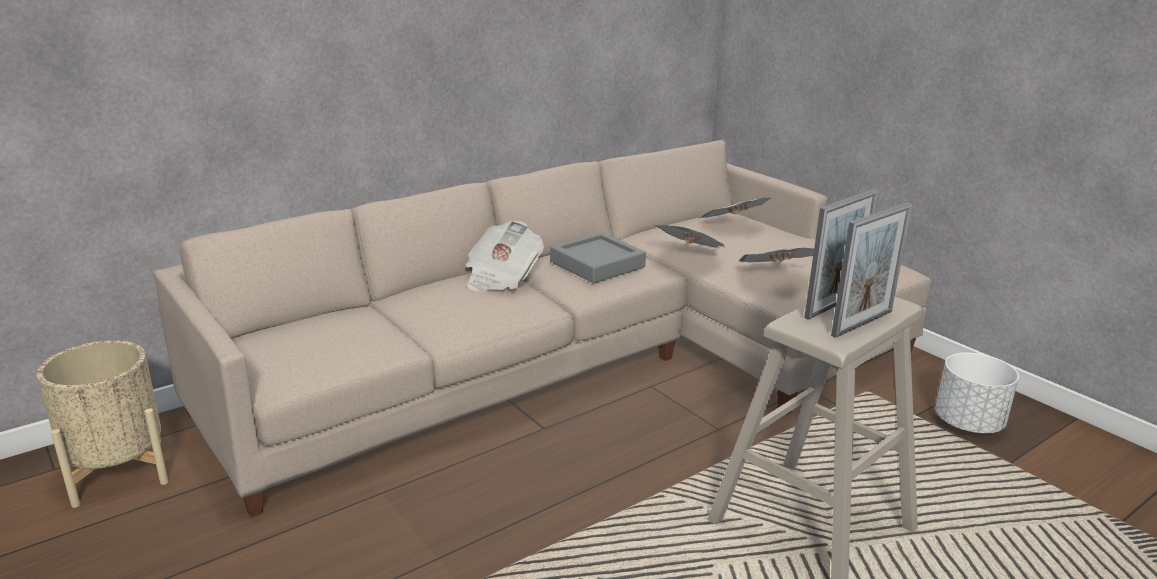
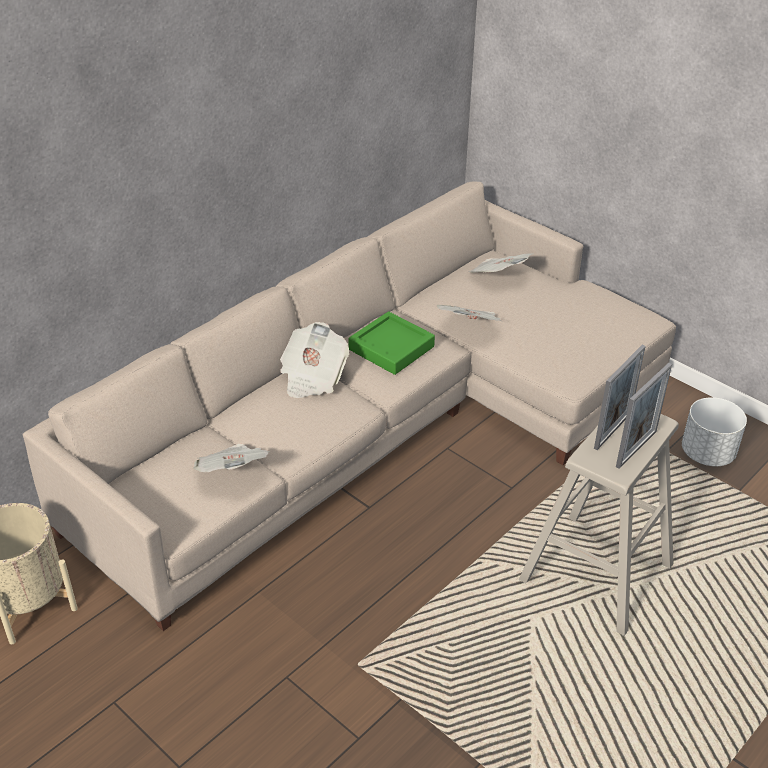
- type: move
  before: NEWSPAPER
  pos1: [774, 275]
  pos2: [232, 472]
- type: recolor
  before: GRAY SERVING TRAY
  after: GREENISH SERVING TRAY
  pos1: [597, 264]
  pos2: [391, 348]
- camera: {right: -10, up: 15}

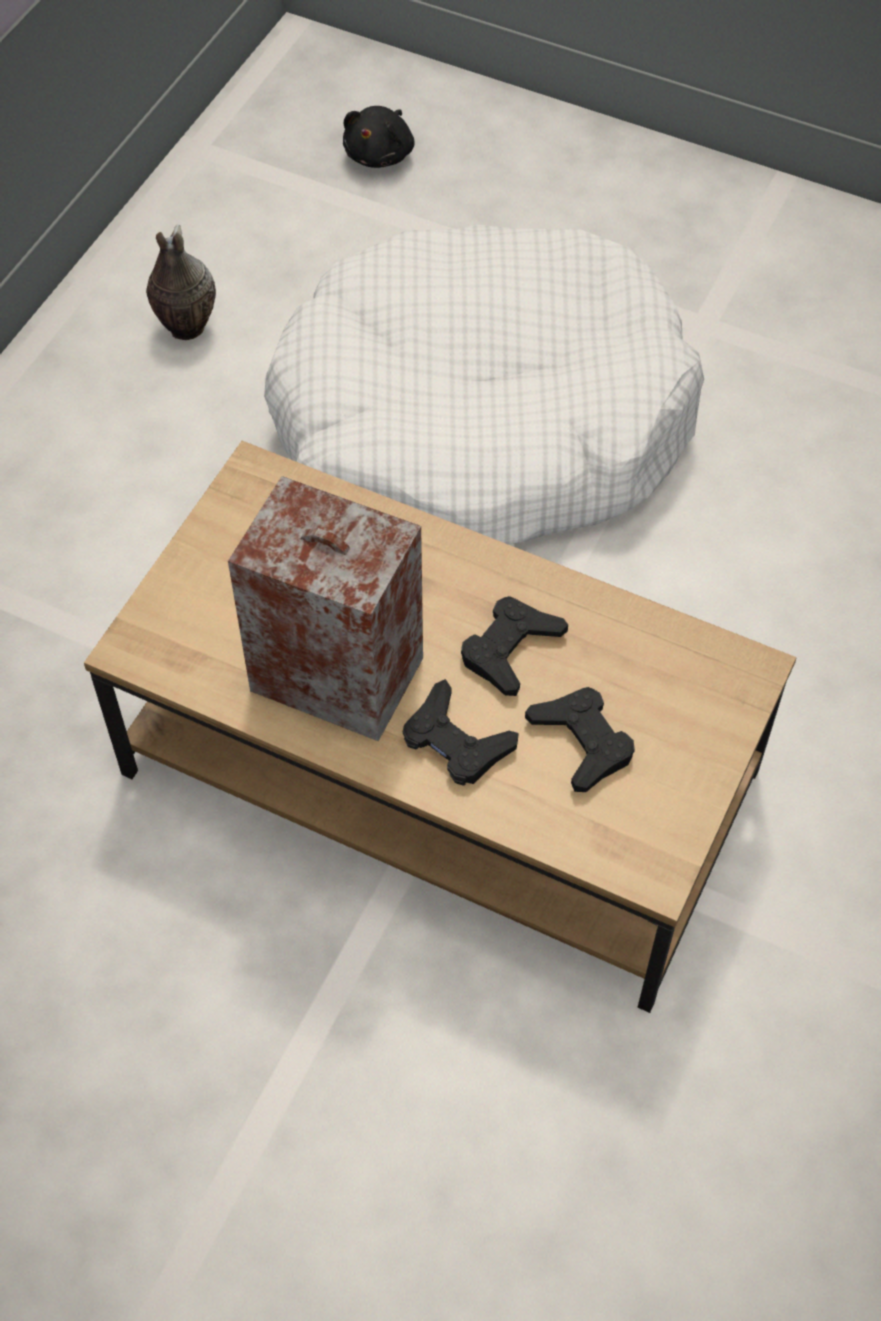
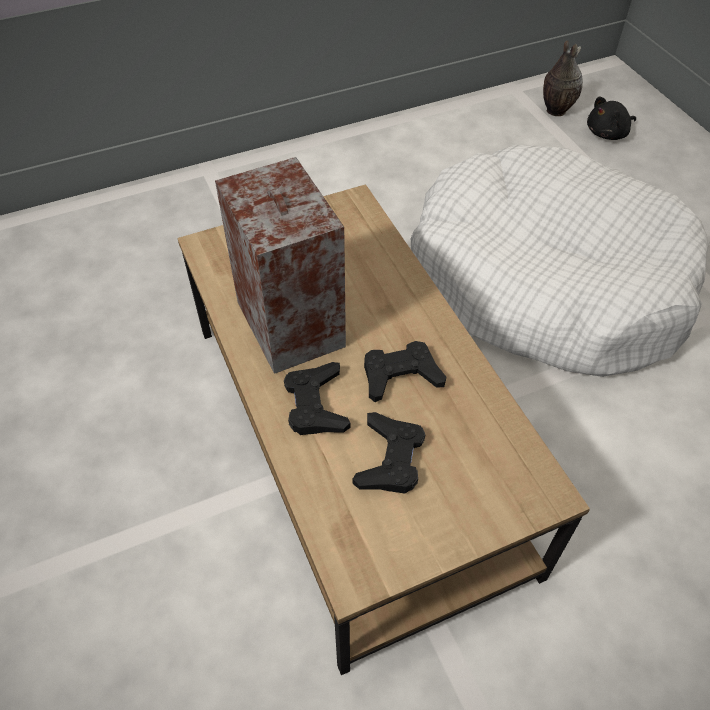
- type: move
  before: VASE
  pos1: [185, 329]
  pos2: [554, 111]
- camera: {right: 40, up: -5}

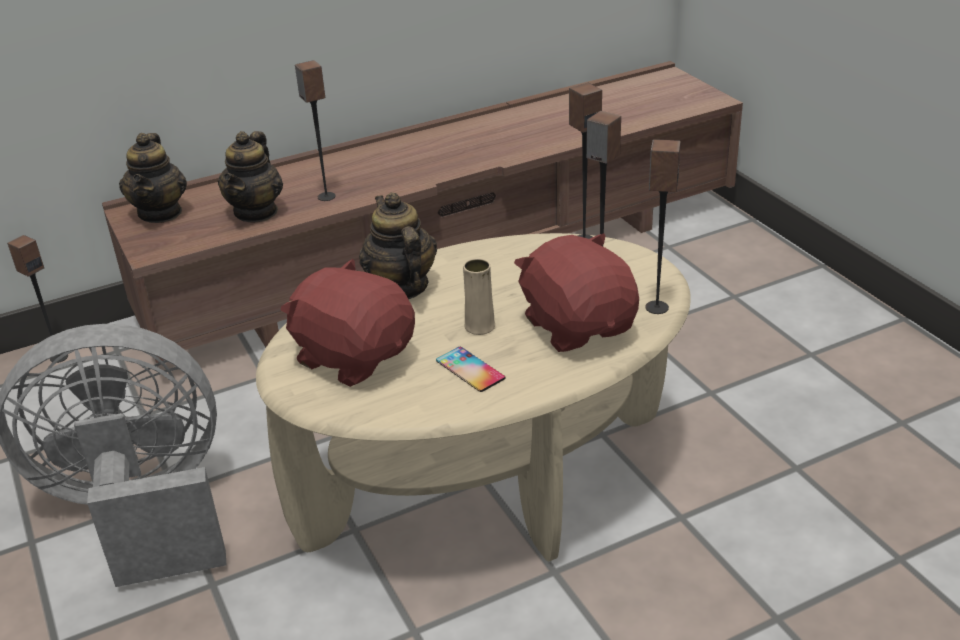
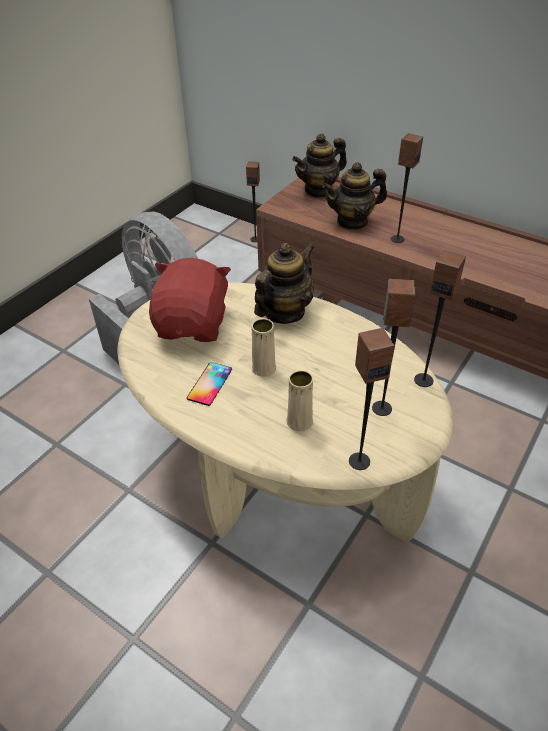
- type: replace
  before: REDDISH CUDDLY TOY
  after: BEIGE-COLOURED VASE
  pos1: [578, 326]
  pos2: [299, 421]
- camera: {right: 60, up: 10}

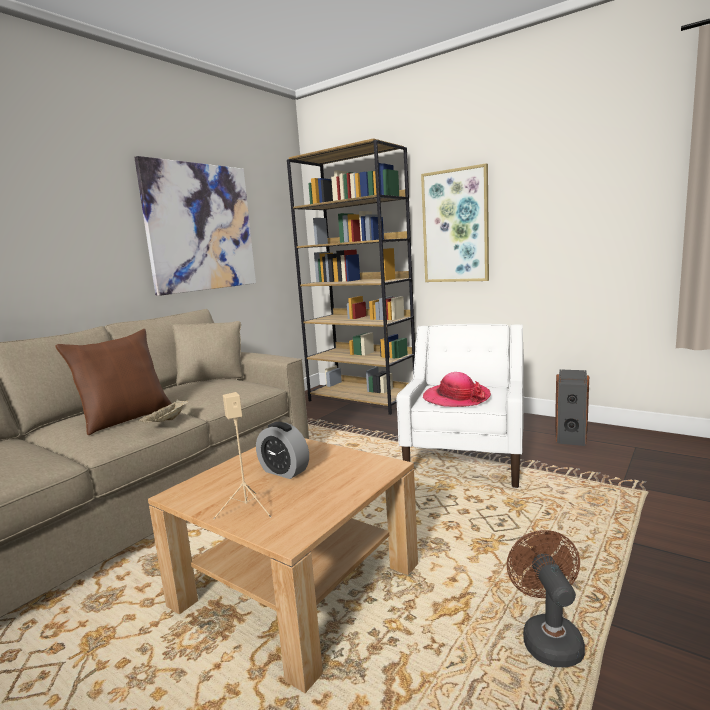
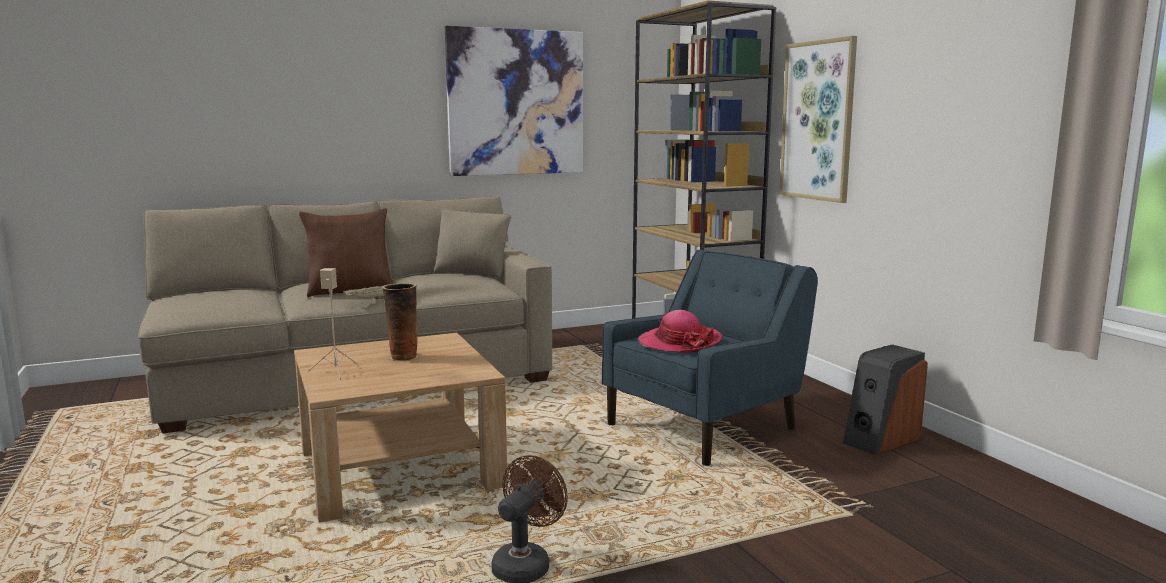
- type: replace
  before: BEDSIDE CLOCK
  after: VASE
  pos1: [284, 471]
  pos2: [402, 357]
- type: recolor
  before: WHITE-COLOURED LOUNGE CHAIR
  after: BLUE LOUNGE CHAIR
  pos1: [466, 457]
  pos2: [705, 426]
- camera: {right: 30, up: 0}

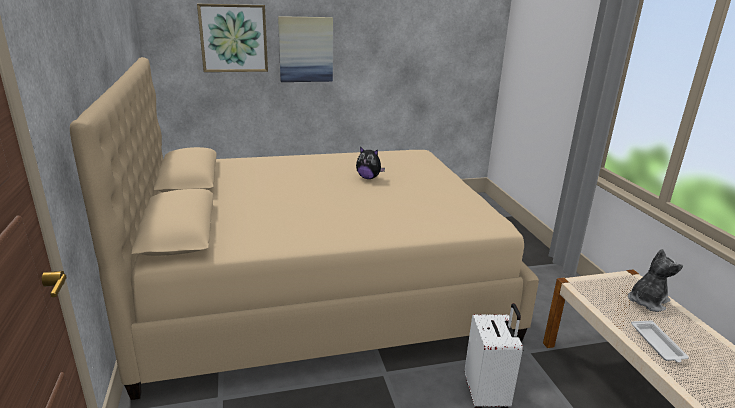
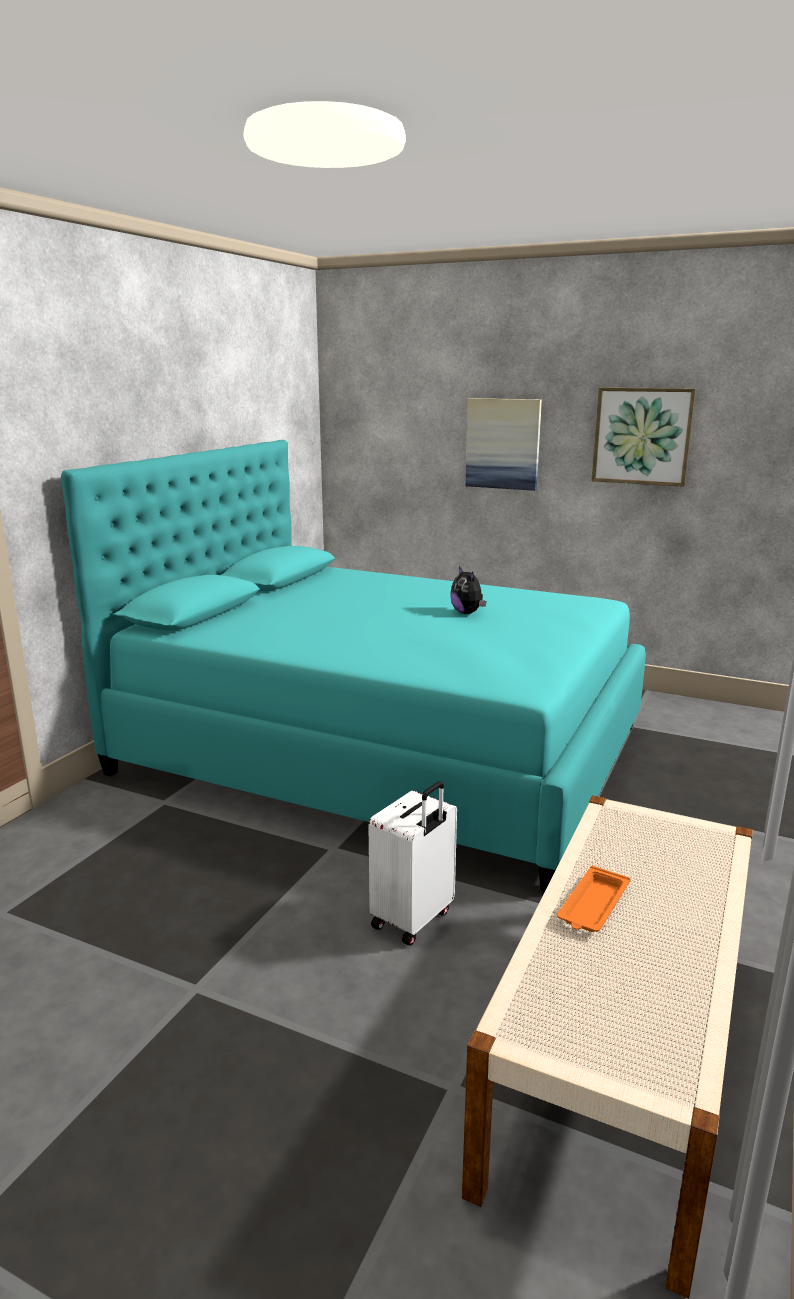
- type: recolor
  before: BEIGE-COLOURED BED
  after: TURQUOISE-COLOURED BED
  pos1: [319, 287]
  pos2: [383, 748]
- type: recolor
  before: WHITE-COLOURED SERVING TRAY
  after: ORANGE-COLOURED SERVING TRAY
  pos1: [658, 344]
  pos2: [593, 906]
- type: move
  before: WALL ART
  pos1: [233, 38]
  pos2: [642, 436]
- type: delete
  before: CUDDLY TOY
  pos1: [647, 301]
- camera: {right: 40, up: -5}

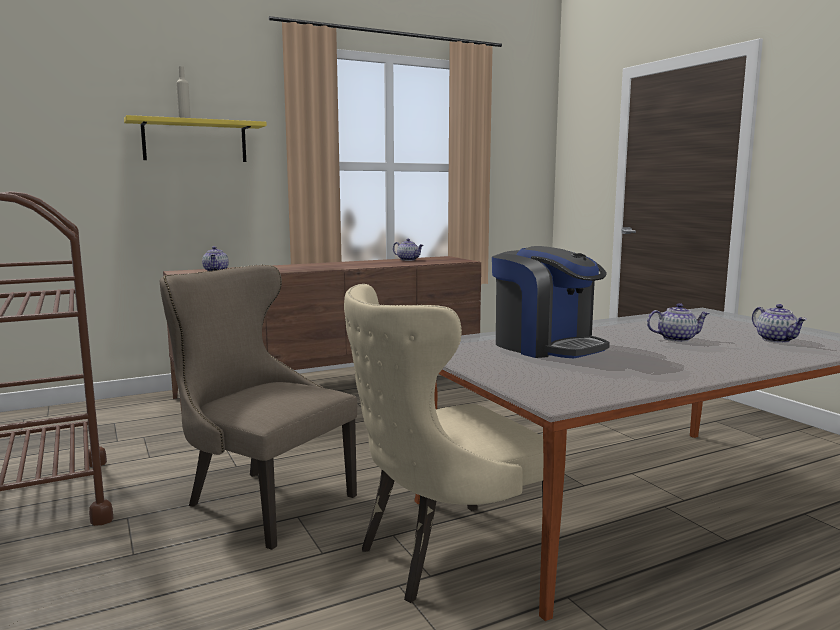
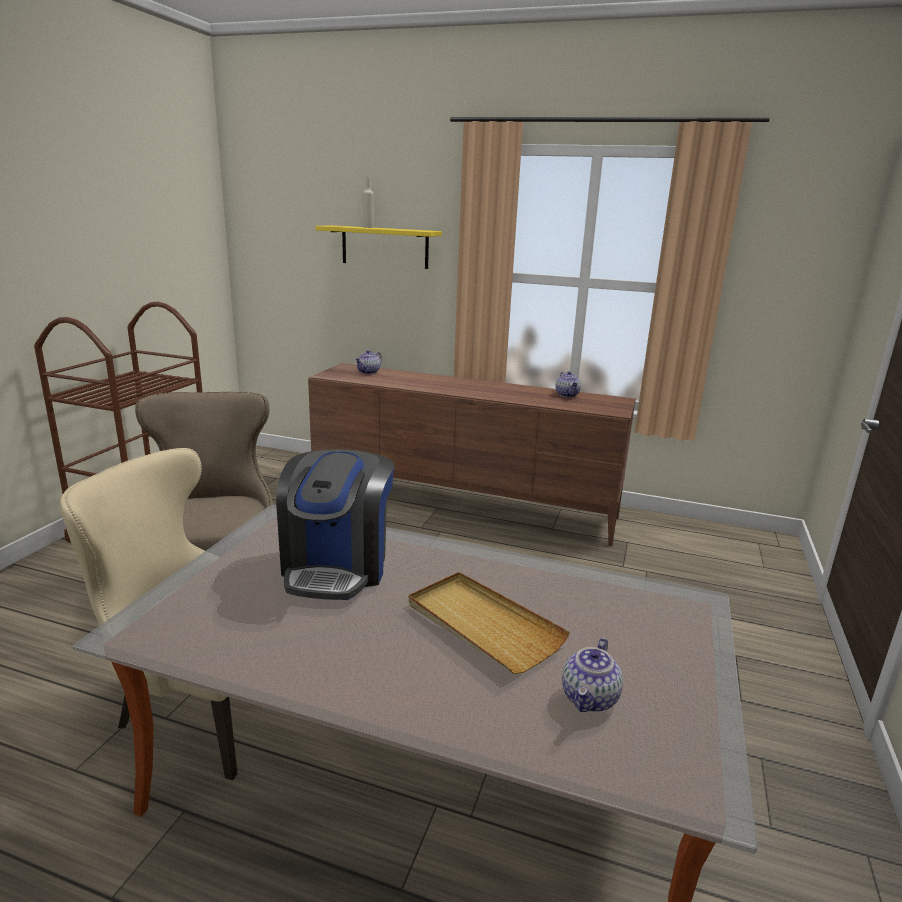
- type: replace
  before: TEAPOT
  after: BEIGE-COLOURED SERVING TRAY
  pos1: [676, 339]
  pos2: [482, 625]
- camera: {right: 45, up: 10}

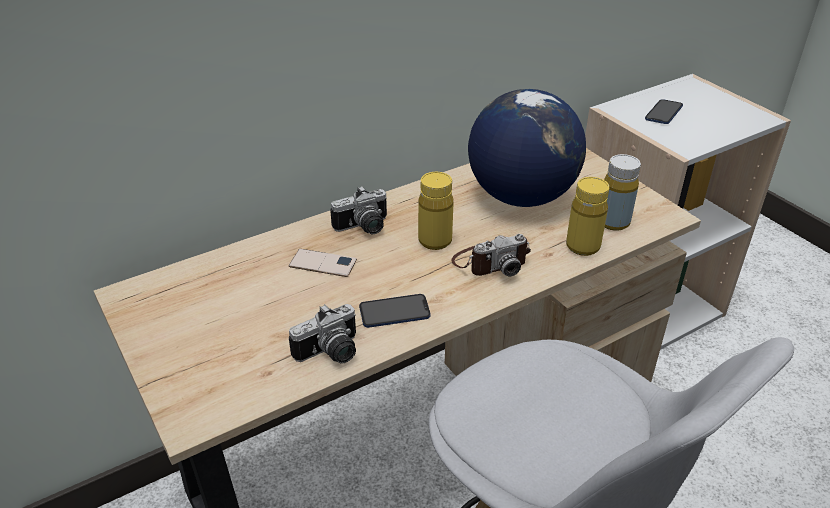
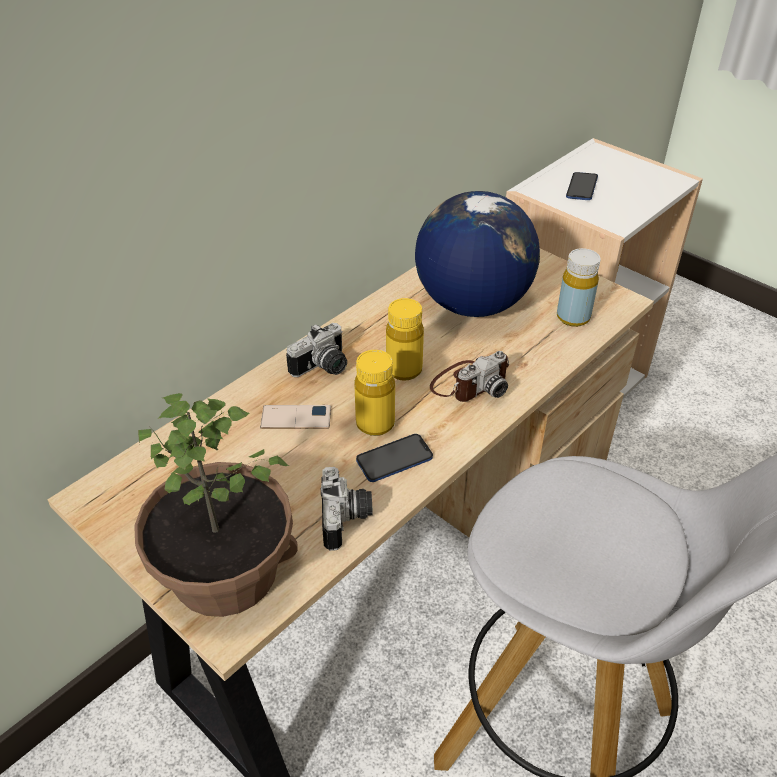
- type: insert
  after: POTTED PLANT
  pos2: [224, 573]
- type: rotate
  before: STILL CAMERA
  pos1: [331, 353]
  pos2: [347, 519]
  turn: -45
- type: move
  before: YELLOW DRINK BOTTLE
  pos1: [582, 246]
  pos2: [375, 423]
- camera: {right: -15, up: 5}

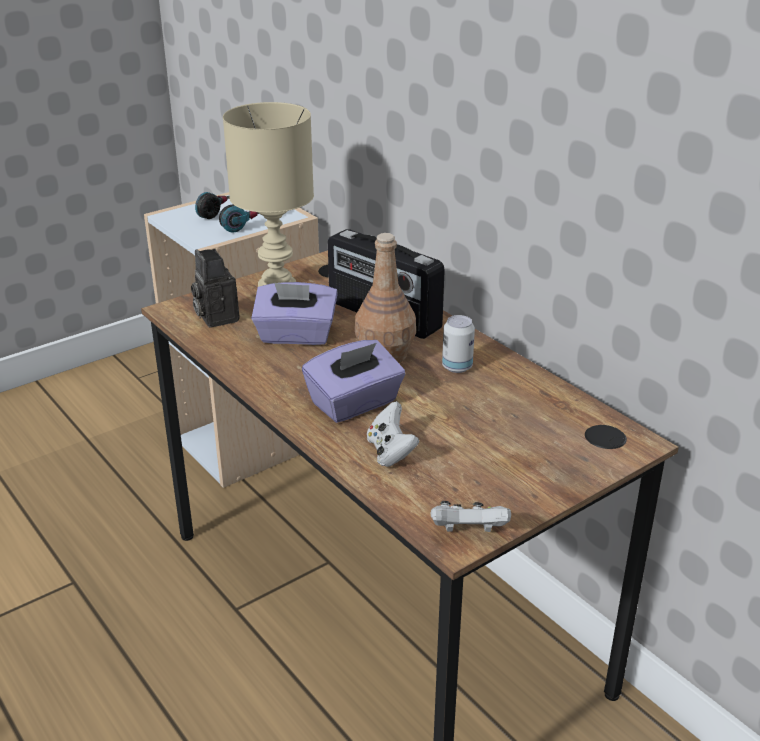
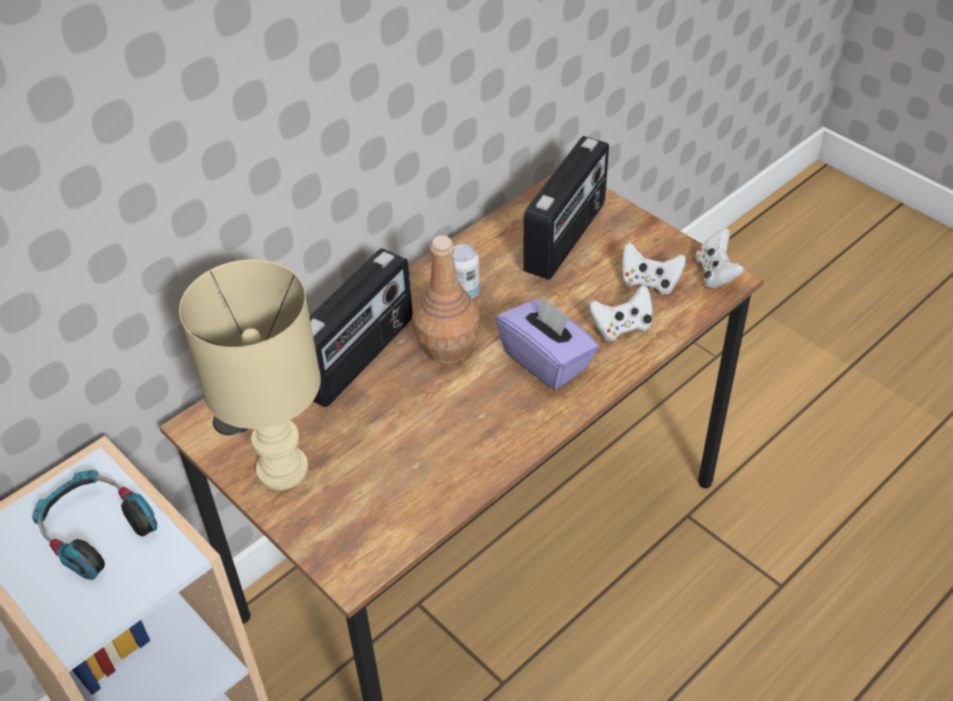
- type: insert
  after: RADIO
  pos2: [566, 238]
- type: insert
  after: WHITE-COLOURED GAMEPAD
  pos2: [649, 282]
- type: delete
  before: STILL CAMERA
  pos1: [215, 317]
- type: delete
  before: PURPLE BOX OF TISSUES
  pos1: [296, 336]
- camera: {right: -95, up: 15}

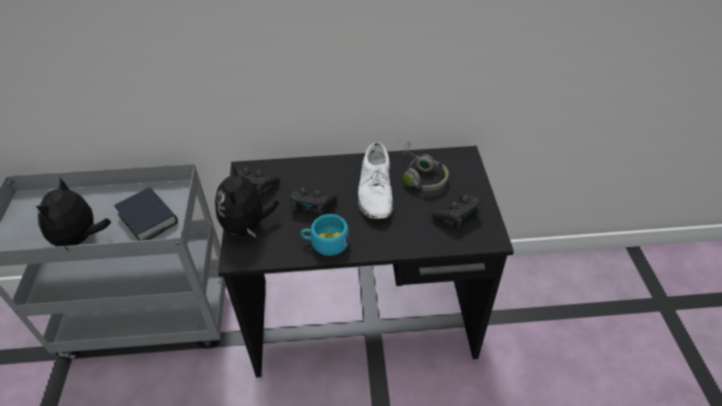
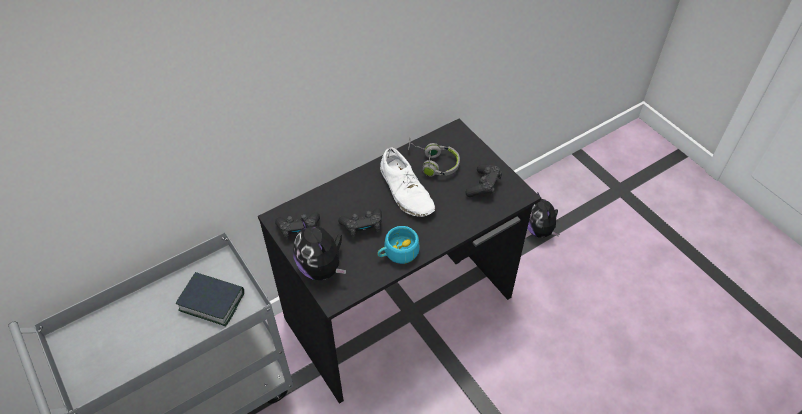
- type: move
  before: CUDDLY TOY
  pos1: [80, 239]
  pos2: [539, 230]
- camera: {right: -30, up: 5}

